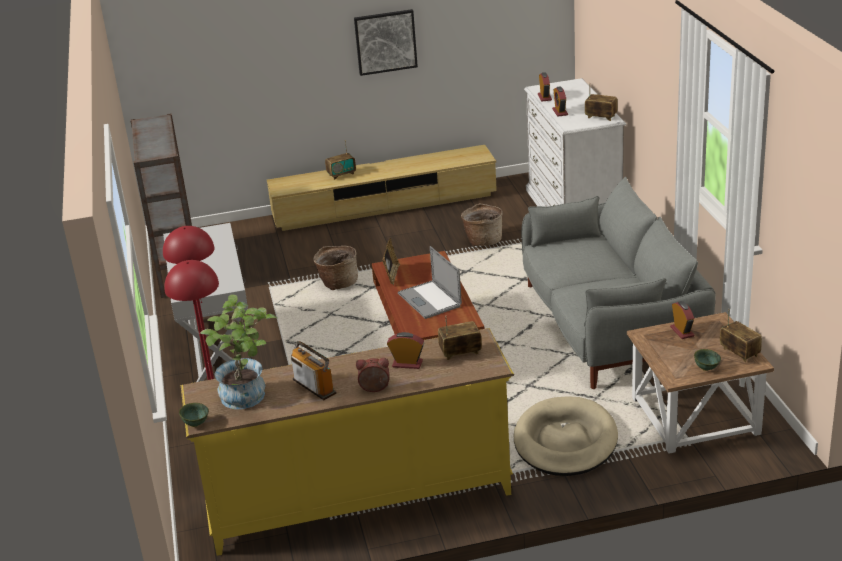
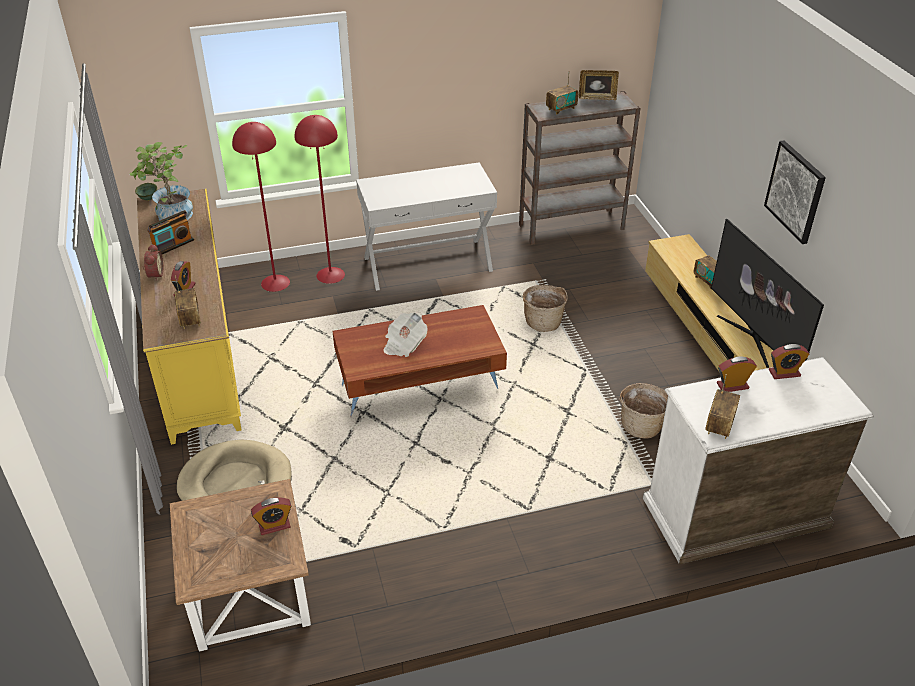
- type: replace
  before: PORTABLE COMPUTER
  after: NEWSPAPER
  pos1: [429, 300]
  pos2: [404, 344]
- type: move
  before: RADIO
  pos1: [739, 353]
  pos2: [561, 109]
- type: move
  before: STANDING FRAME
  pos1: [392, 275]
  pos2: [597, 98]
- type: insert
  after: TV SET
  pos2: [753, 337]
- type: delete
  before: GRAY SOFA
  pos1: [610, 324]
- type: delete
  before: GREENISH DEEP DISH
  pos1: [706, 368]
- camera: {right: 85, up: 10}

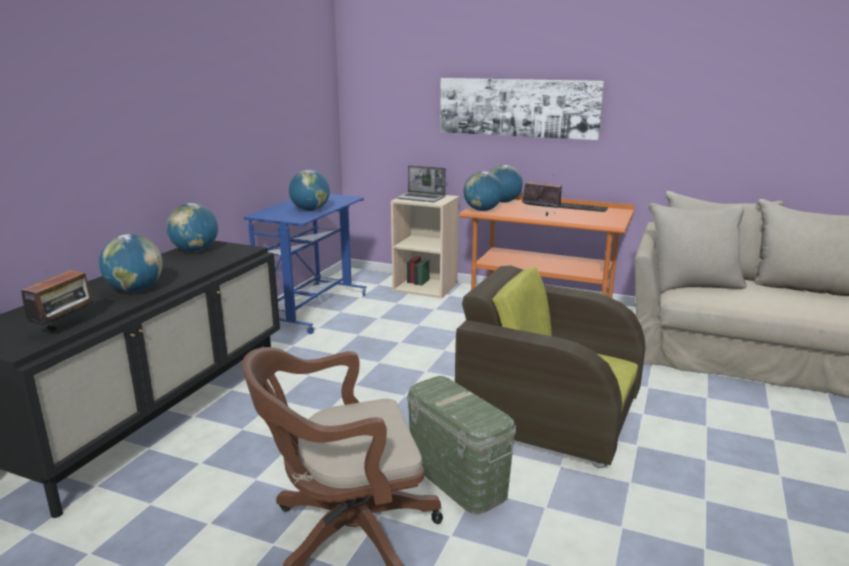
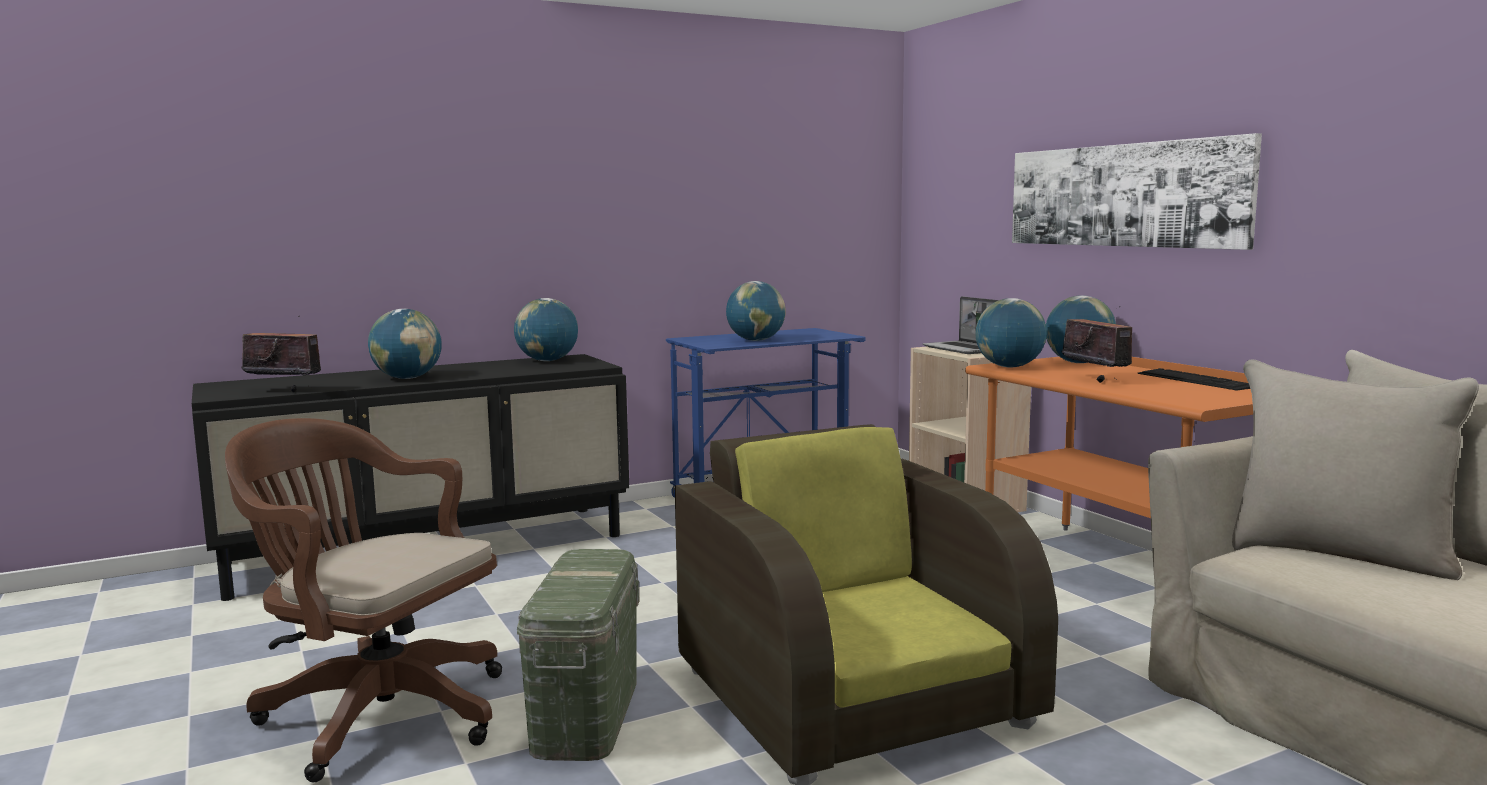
- type: rotate
  before: RADIO
  pos1: [66, 328]
  pos2: [284, 391]
  turn: -150
- camera: {right: 40, up: -10}

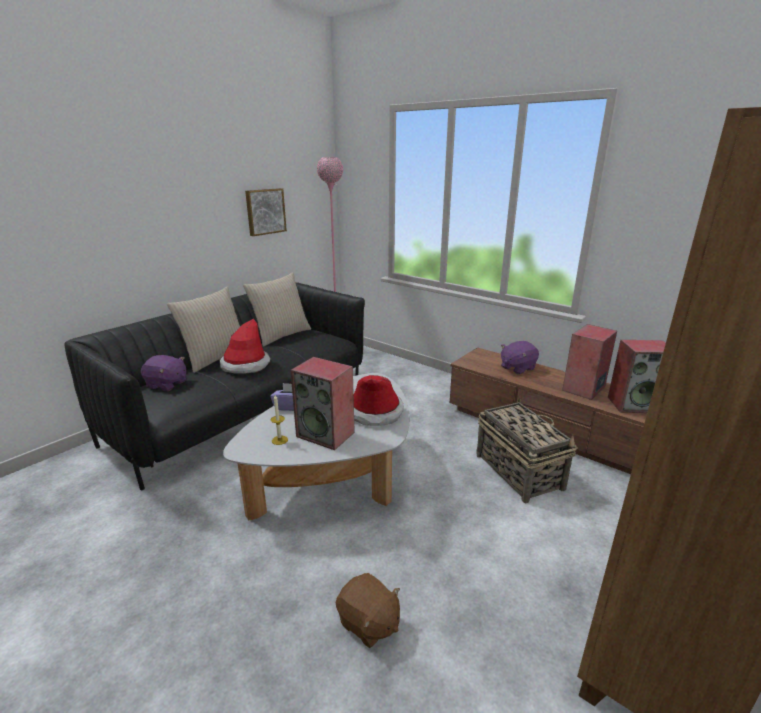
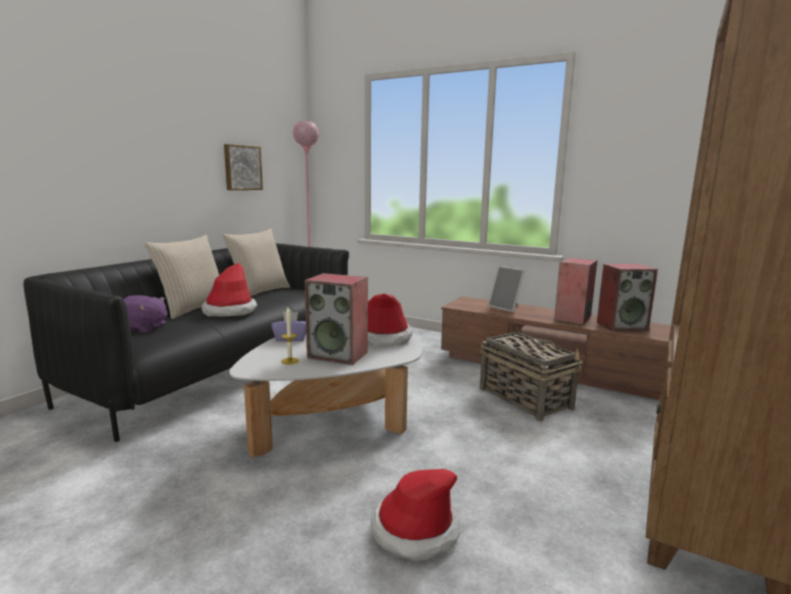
- type: replace
  before: BROWN CUDDLY TOY
  after: CLOTHING HAT
  pos1: [368, 623]
  pos2: [415, 530]
- type: replace
  before: PURPLE CUDDLY TOY
  after: STANDING FRAME
  pos1: [517, 368]
  pos2: [506, 307]
- camera: {right: -10, up: -10}

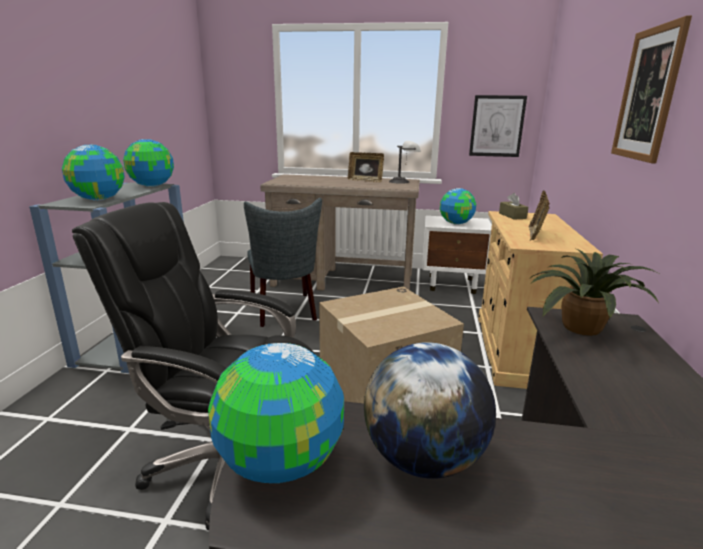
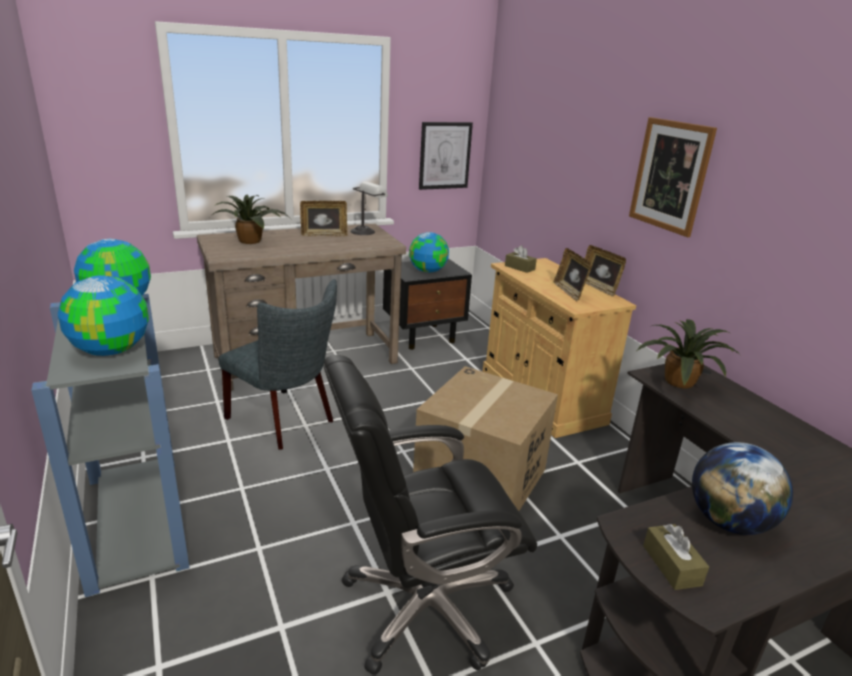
- type: insert
  after: POTTED PLANT
  pos2: [252, 240]
- type: recolor
  before: WHITE-COLOURED NIGHT TABLE
  after: BLACK-COLOURED NIGHT TABLE
  pos1: [452, 284]
  pos2: [424, 336]
- type: insert
  after: STANDING FRAME
  pos2: [598, 288]
- type: replace
  before: DESK GLOBE
  after: BROWN BOX OF TISSUES
  pos1: [281, 463]
  pos2: [671, 565]
- camera: {right: -35, up: 5}

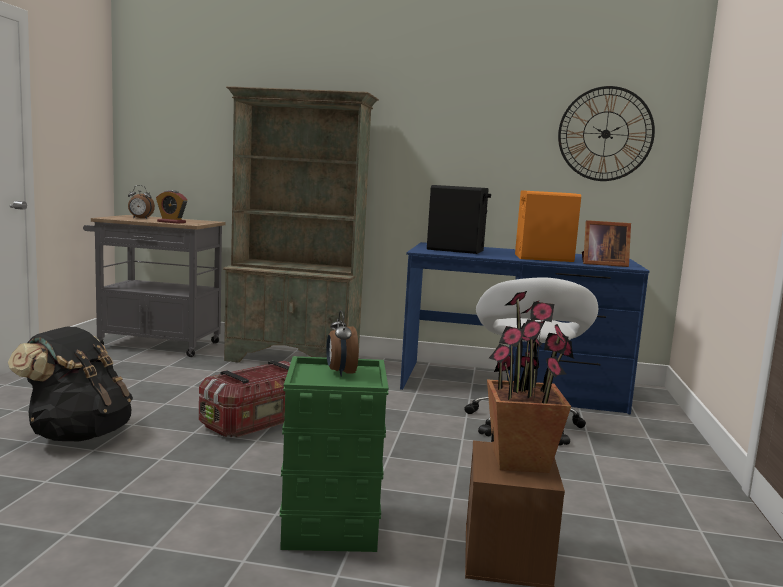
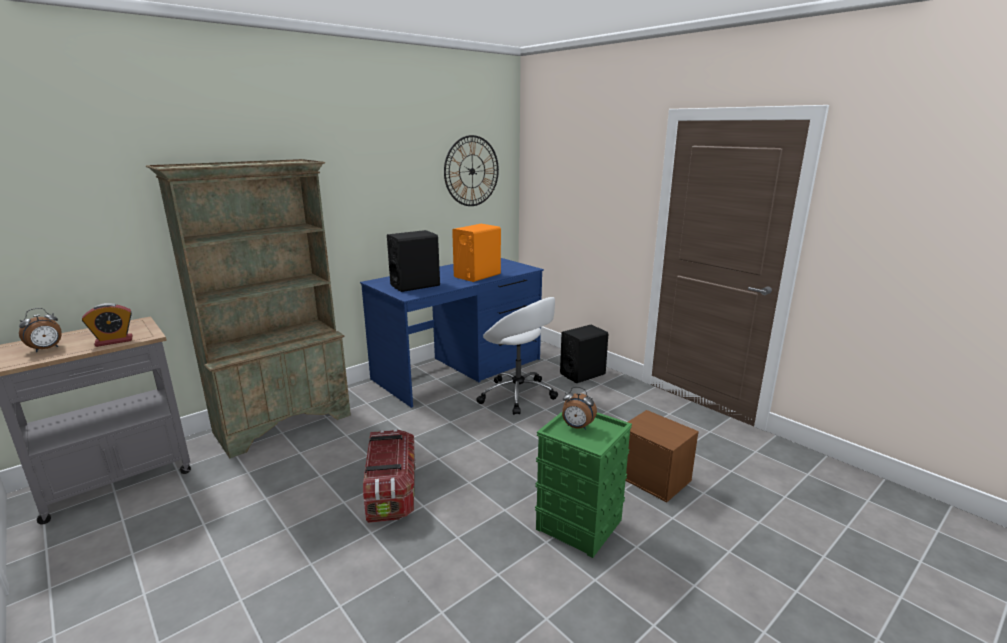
- type: insert
  after: BLACK-COLOURED AUDIO SPEAKER
  pos2: [582, 374]
- type: delete
  before: BLACK-COLOURED BACKPACK
  pos1: [78, 434]
- type: delete
  before: POTTED PLANT
  pos1: [521, 461]
- type: delete
  before: STANDING FRAME
  pos1: [601, 264]
- camera: {right: -50, up: 10}

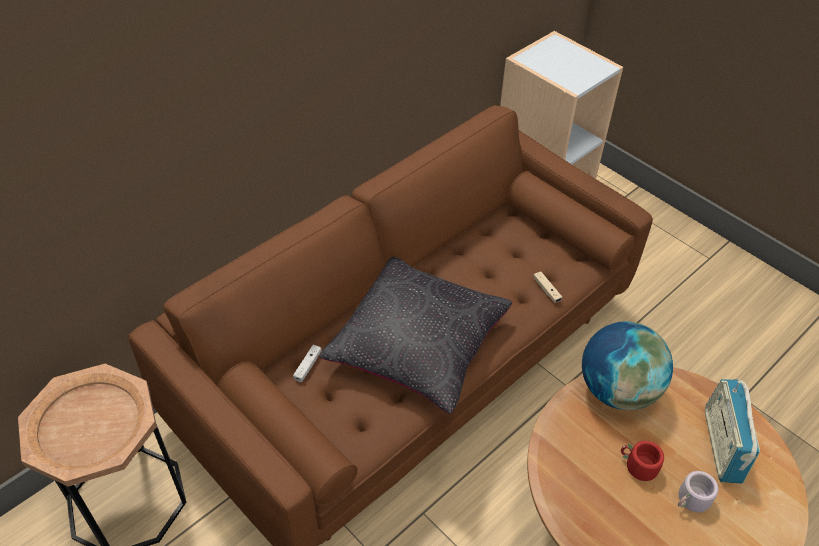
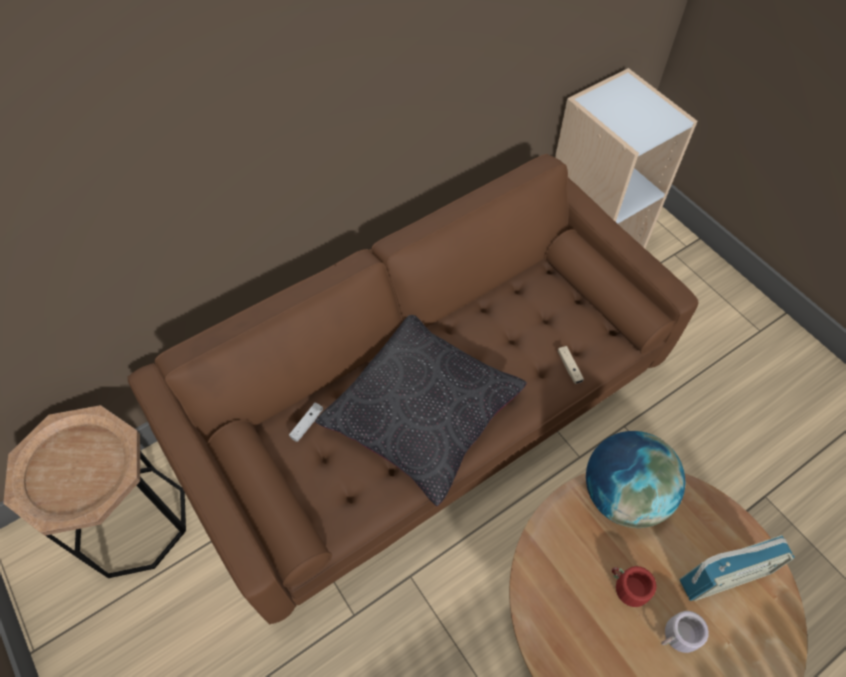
- type: rotate
  before: RADIO
  pos1: [721, 445]
  pos2: [724, 576]
  turn: -120
- camera: {right: 10, up: 10}

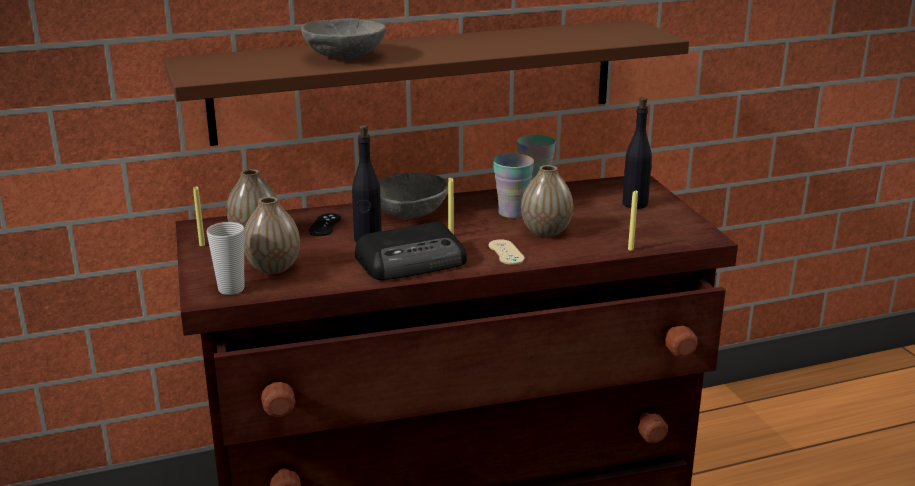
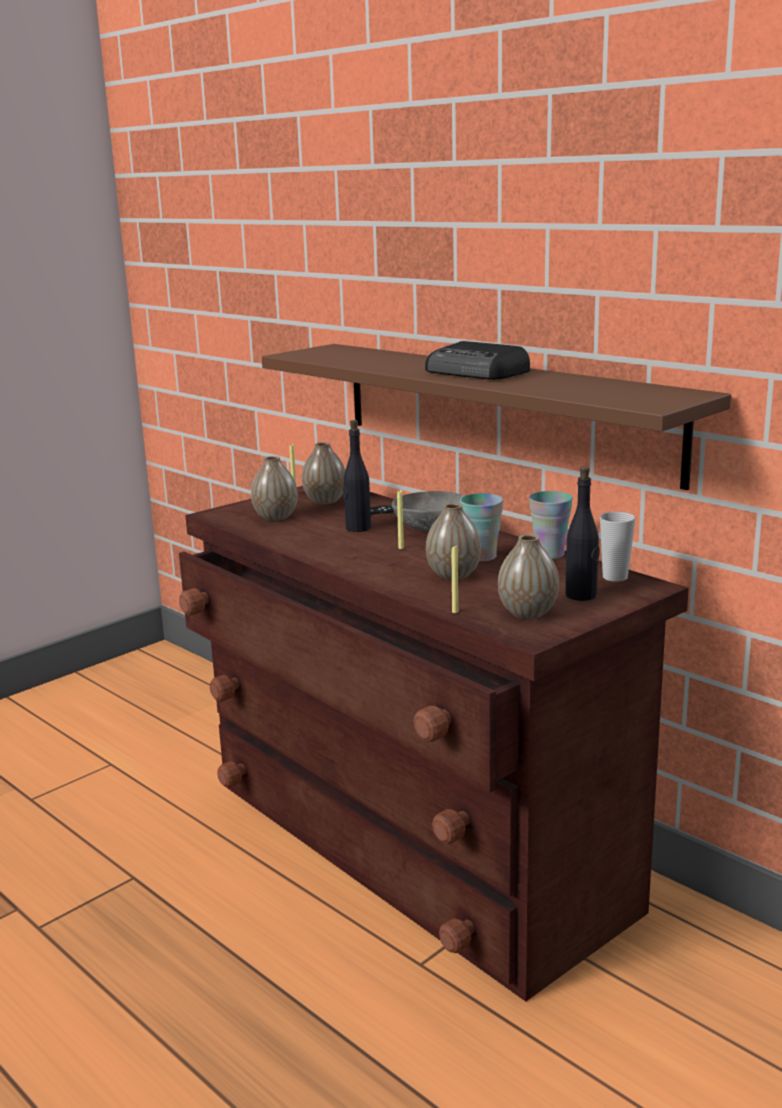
- type: move
  before: RADIO
  pos1: [413, 261]
  pos2: [477, 372]
- type: insert
  after: VASE
  pos2: [527, 613]
- type: move
  before: CUP
  pos1: [231, 289]
  pos2: [615, 577]
- type: delete
  before: GRAY DEEP DISH
  pos1: [344, 57]
- type: delete
  before: BEIGE-COLOURED GAMEPAD
  pos1: [506, 252]
- camera: {right: 65, up: -5}

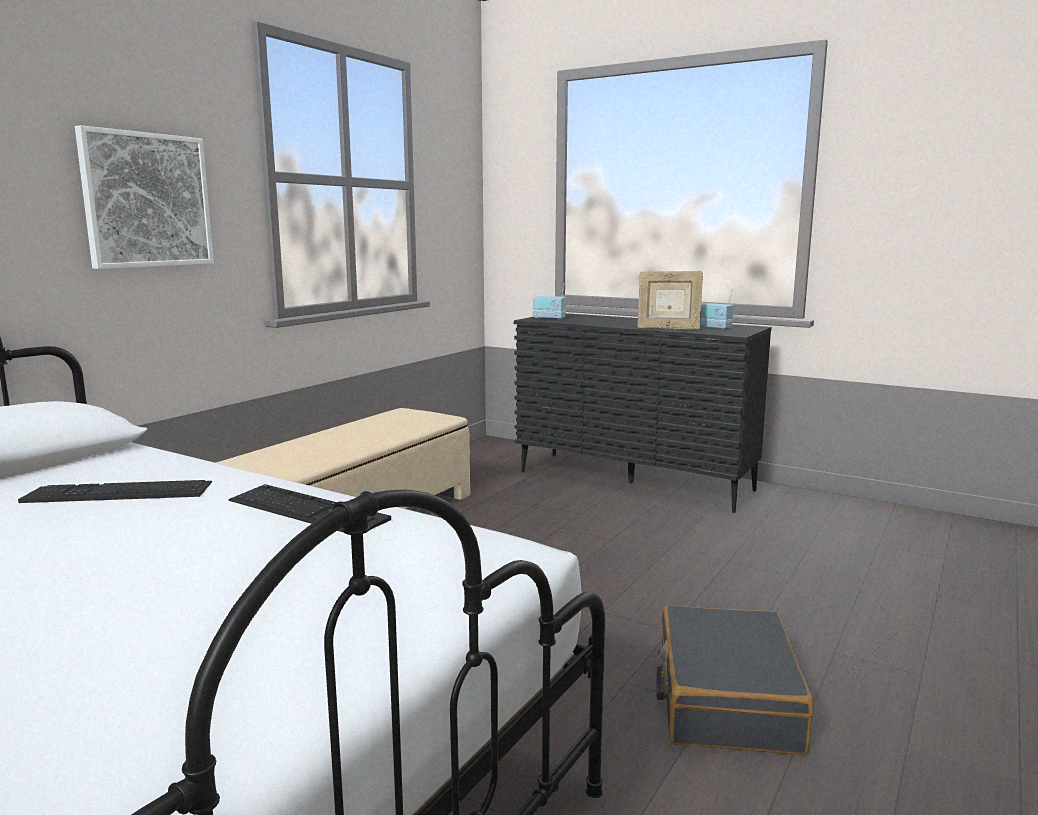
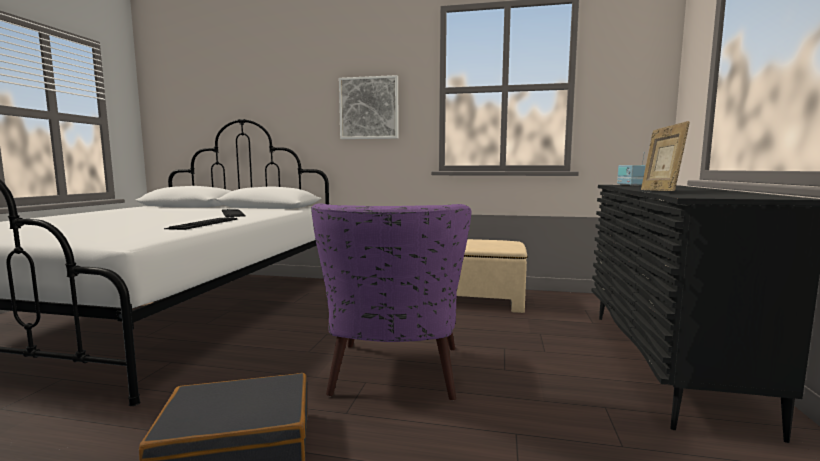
- type: insert
  after: PURPLE LOUNGE CHAIR
  pos2: [393, 378]
- type: delete
  before: RADIO
  pos1: [712, 328]
- camera: {right: 70, up: -5}

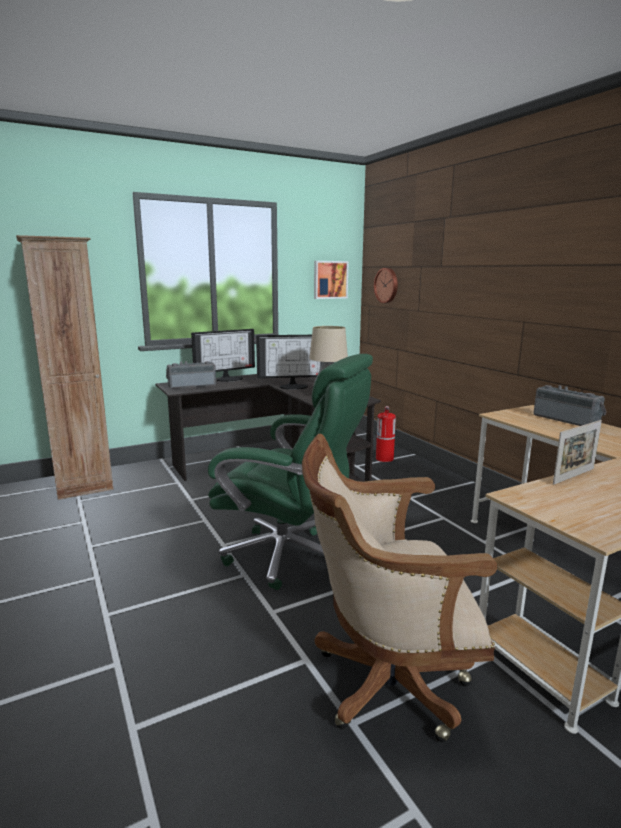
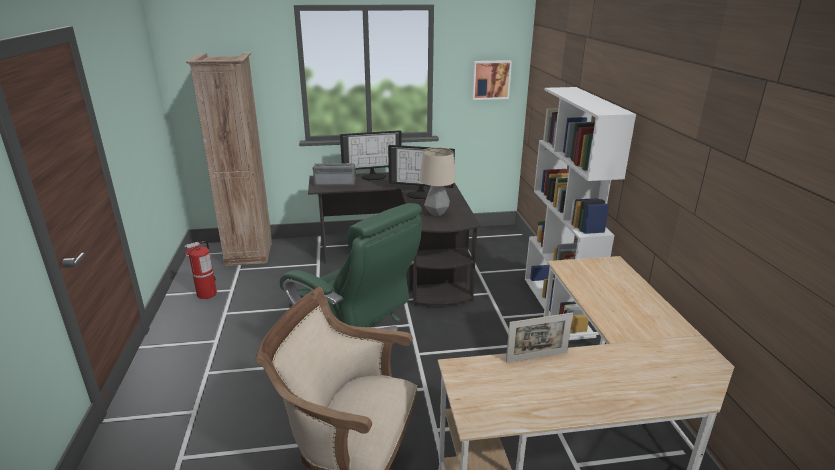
- type: move
  before: EXTINGUISHER
  pos1: [384, 459]
  pos2: [206, 294]
- type: insert
  after: WHITE-COLOURED BOOKSHELF
  pos2: [558, 306]
- type: delete
  before: CLOCK ON THE WALL
  pos1: [387, 285]
- type: delete
  before: RADIO
  pos1: [567, 420]
- camera: {right: 20, up: 10}

